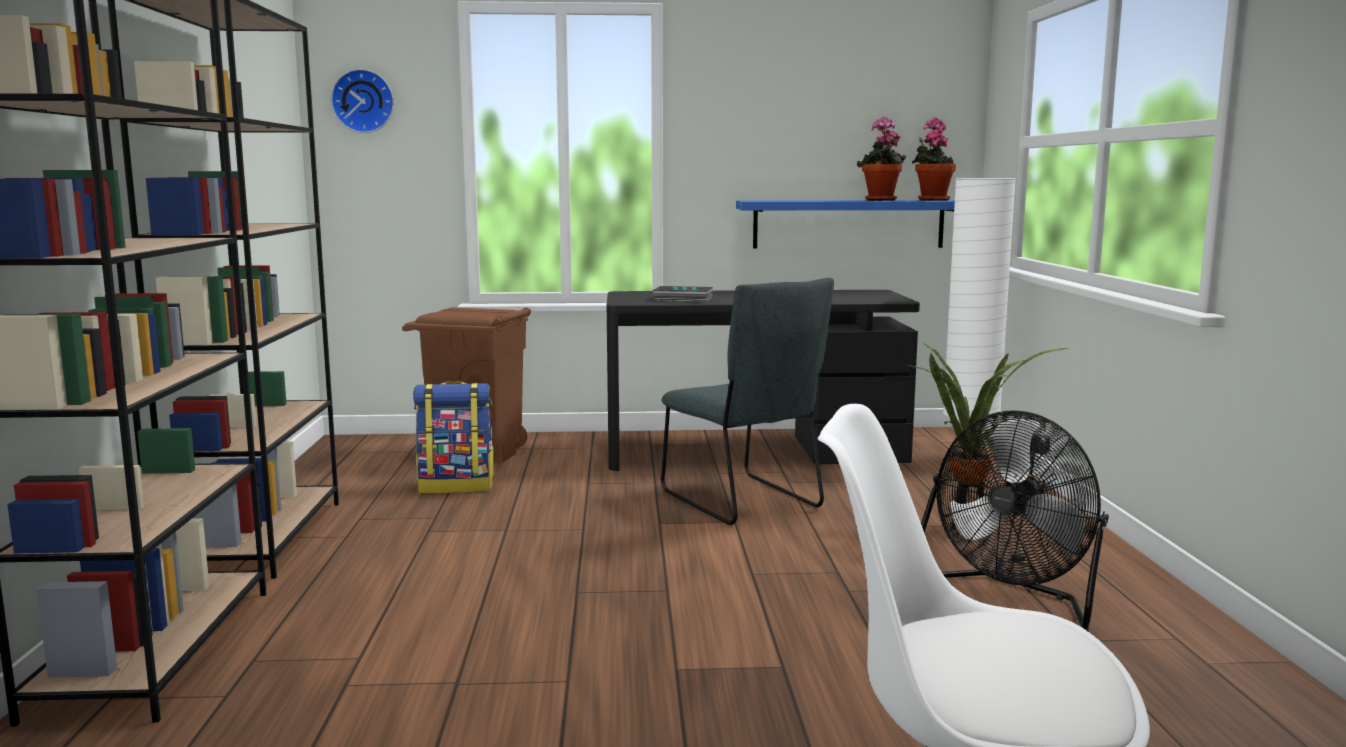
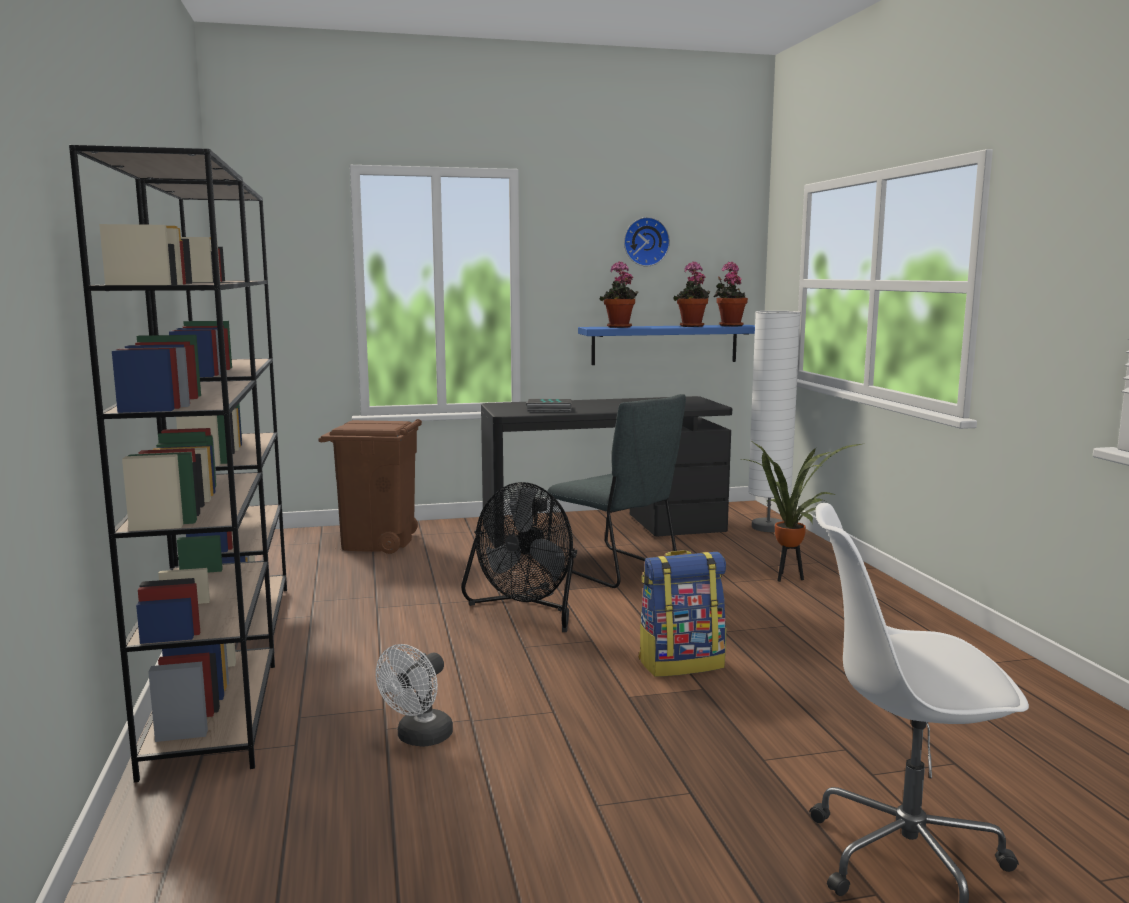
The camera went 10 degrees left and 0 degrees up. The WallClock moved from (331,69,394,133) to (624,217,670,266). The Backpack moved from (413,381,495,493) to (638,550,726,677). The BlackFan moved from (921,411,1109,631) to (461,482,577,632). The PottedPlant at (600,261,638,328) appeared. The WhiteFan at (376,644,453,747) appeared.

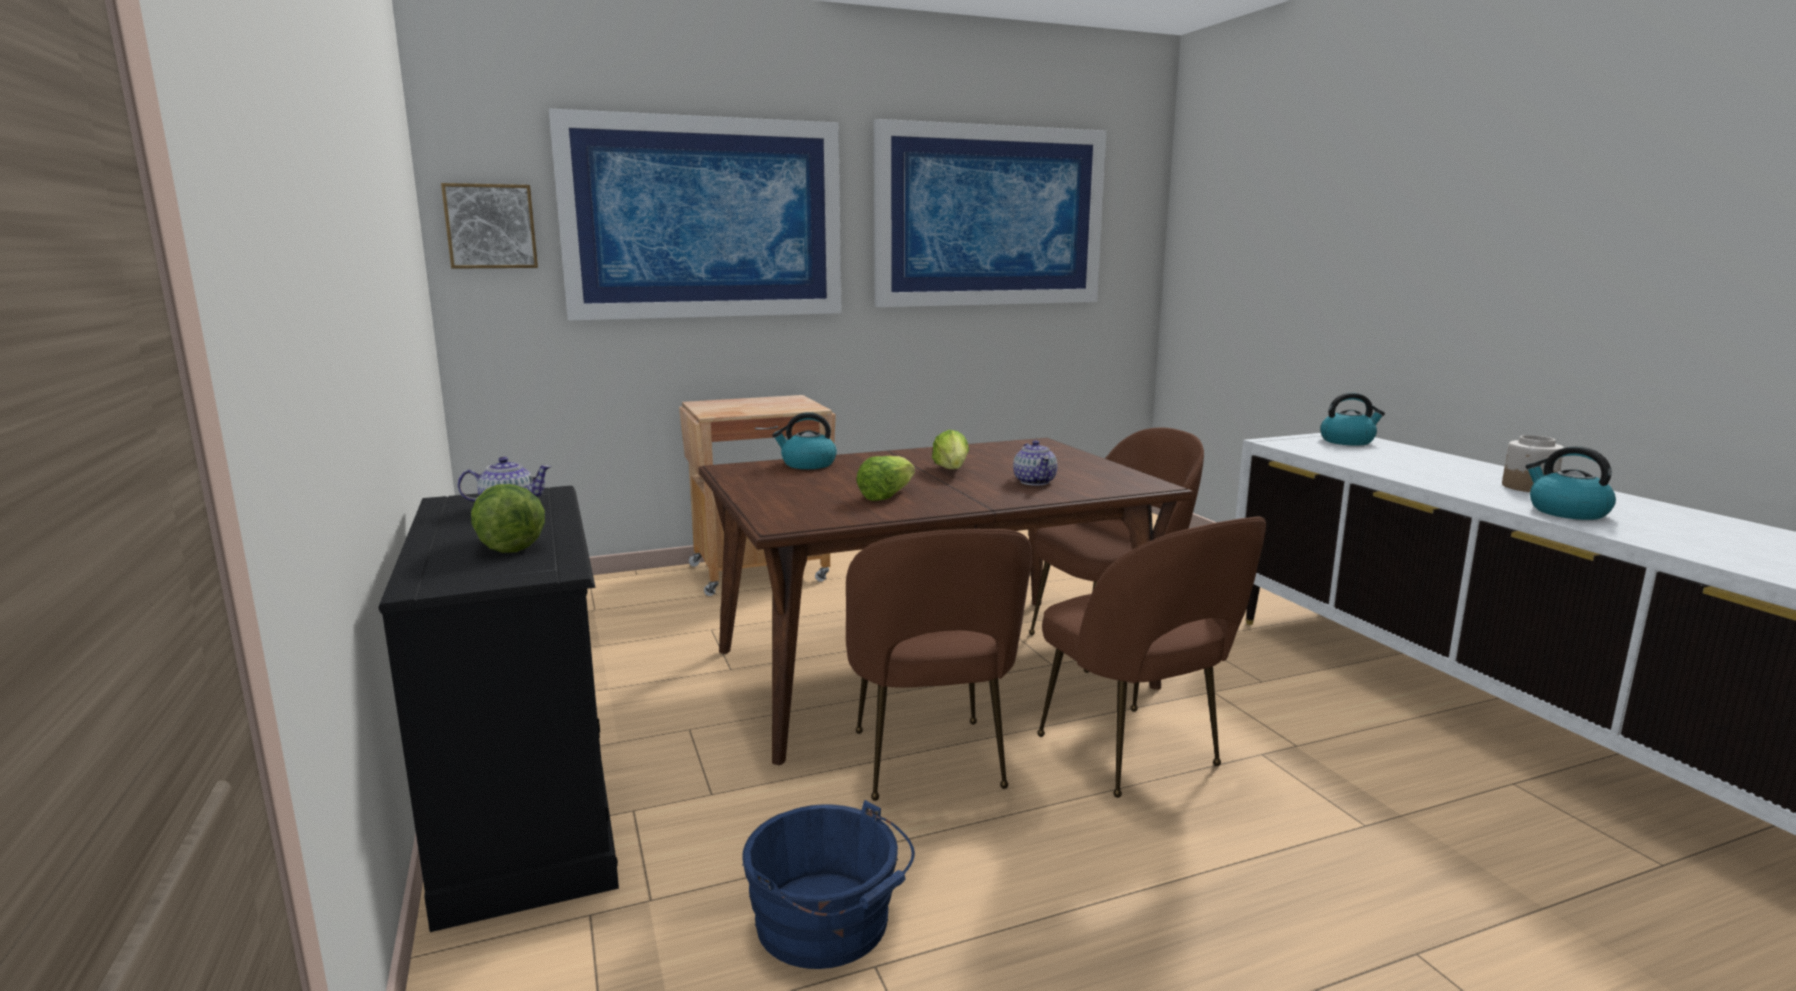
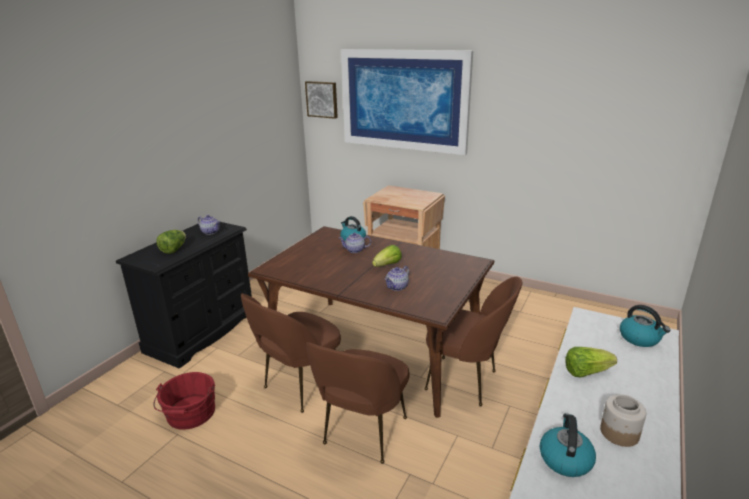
The camera went 50 degrees right and 10 degrees up. The Picture at (874,119,1106,307) disappeared. The Lettuce moved from (856,456,915,501) to (565,347,617,378). The BlueBucket at (742,800,915,969) became the RedBucket at (153,372,215,430). The Teapot at (339,233,371,253) appeared.

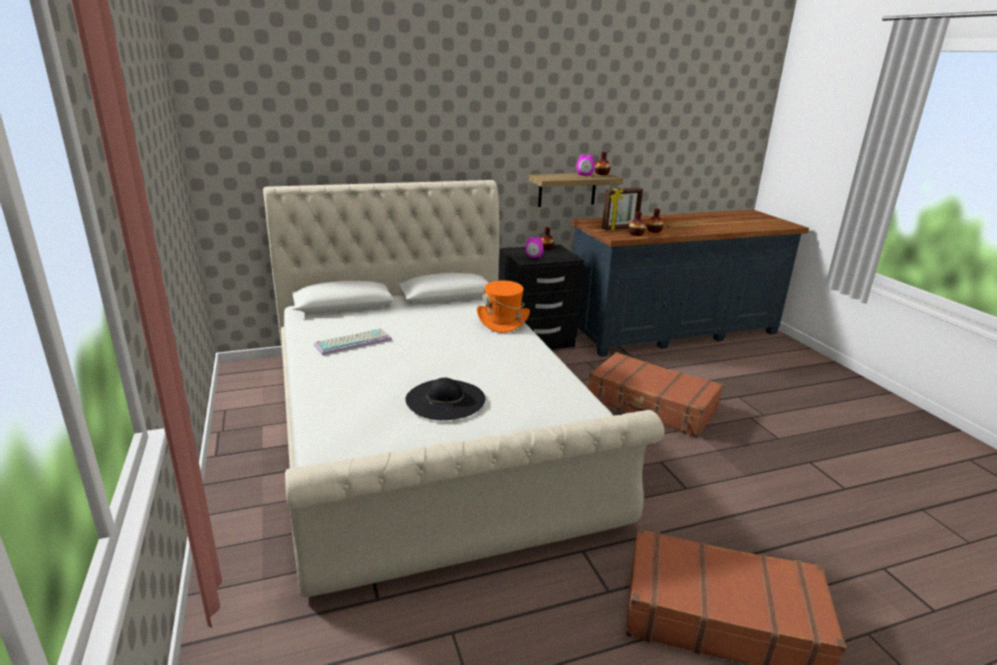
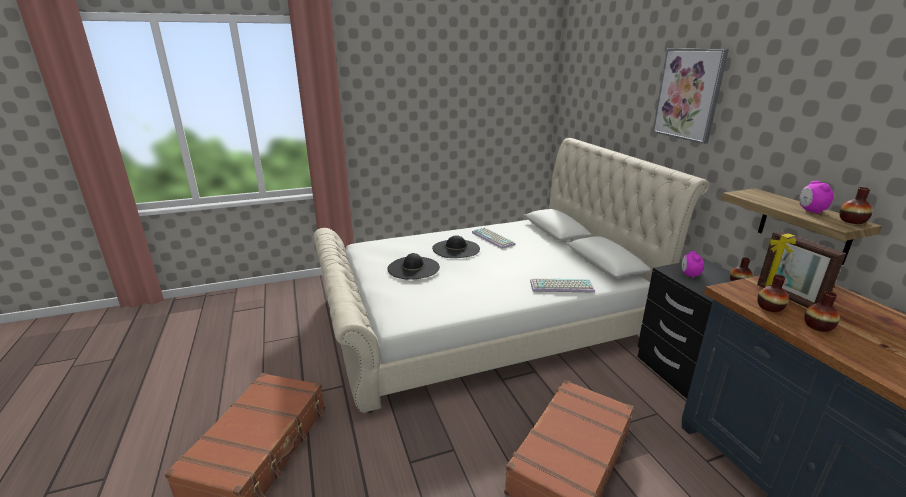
The camera went 90 degrees right and 0 degrees up. The OrangeHat at (477,280,530,333) was replaced by the Keyboard at (530,278,595,293). The Picture at (652,49,729,144) appeared. The BlackHat at (432,235,480,258) appeared.

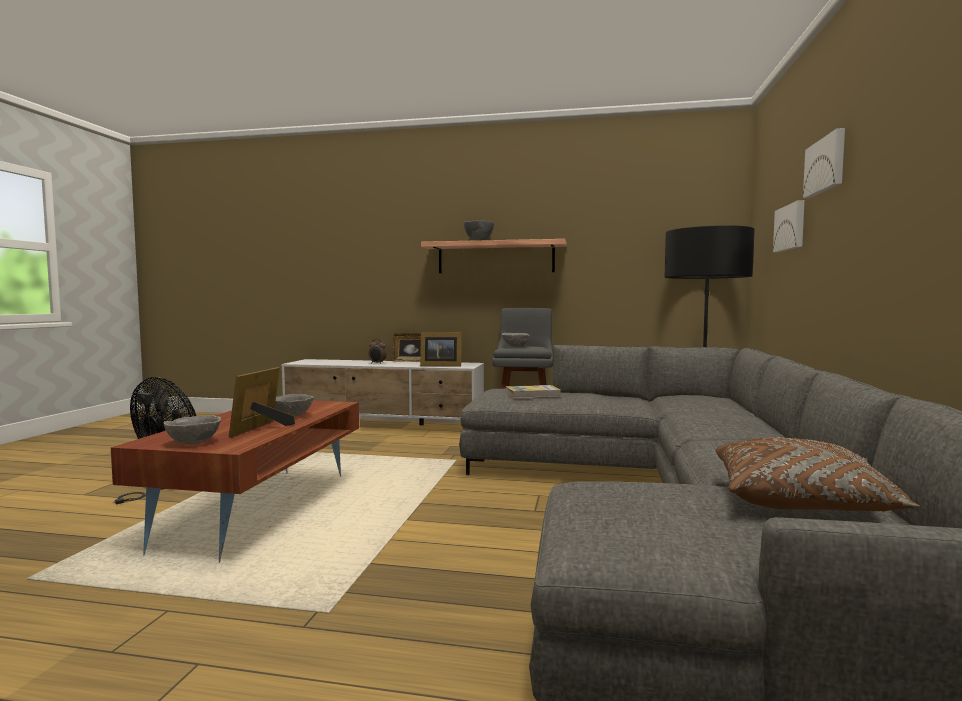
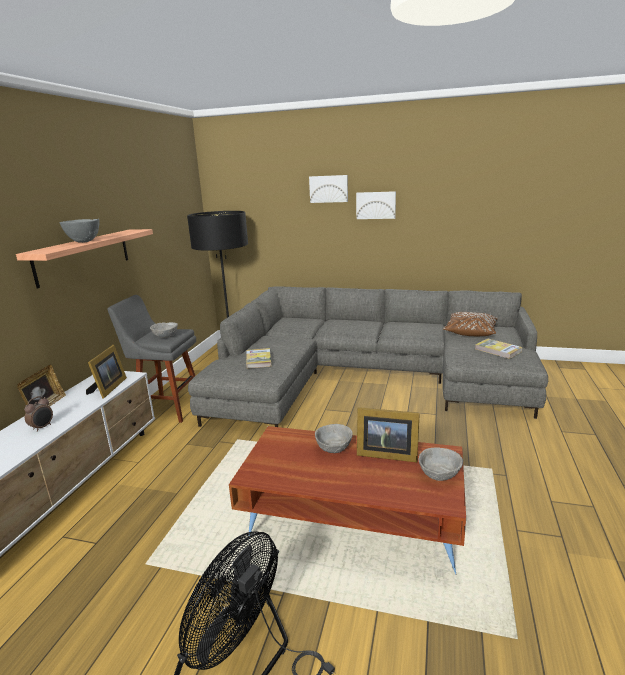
The camera went 85 degrees left and 15 degrees up. The Picture moved from (773,200,805,253) to (356,191,396,219). The Book at (475,339,522,359) appeared.

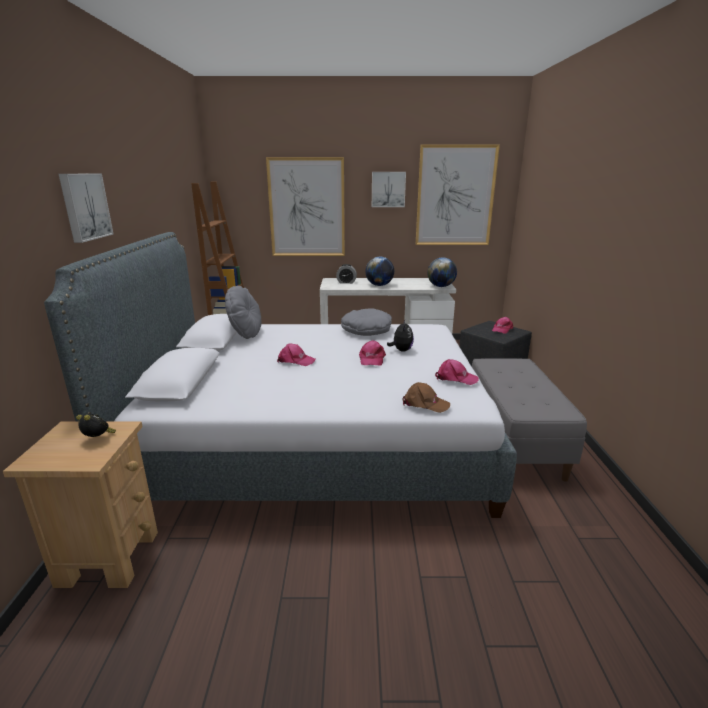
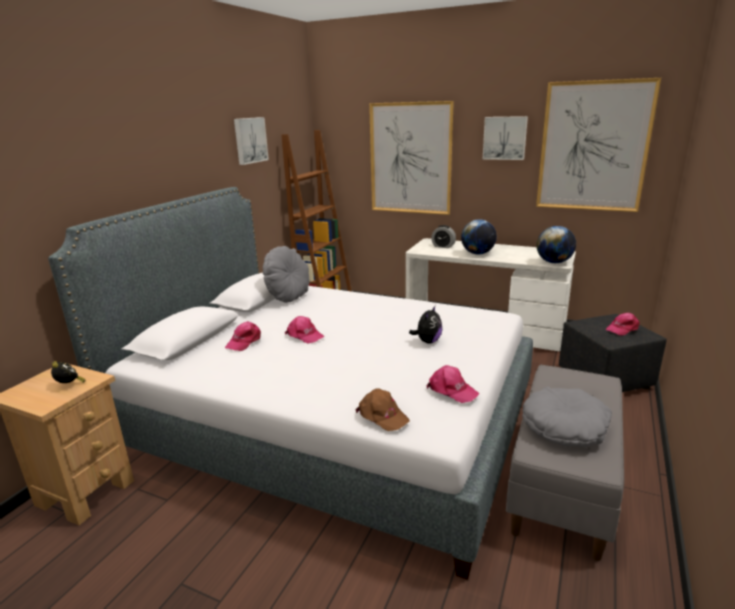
The camera went 25 degrees right and 0 degrees up. The Picture moved from (59,173,113,243) to (234,117,269,165). The GreyPillow moved from (341,308,392,336) to (522,387,612,447). The PinkCap moved from (359,340,386,366) to (225,321,261,351).

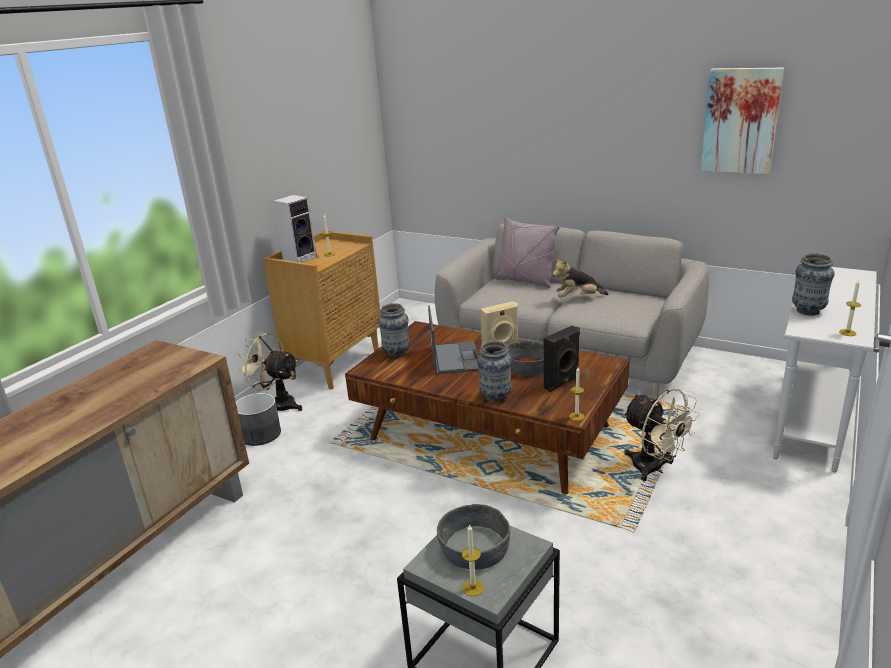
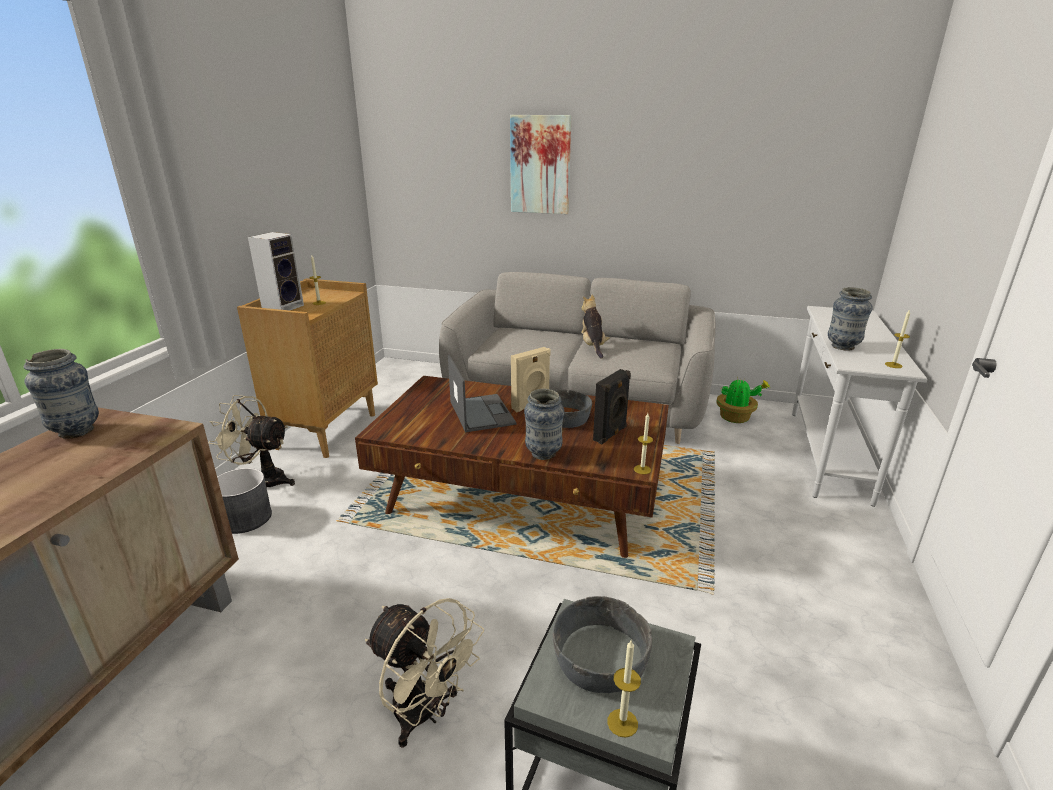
The camera went 15 degrees left and 0 degrees up. The Picture moved from (701,68,784,174) to (510,115,571,214). The PurplePillow at (495,218,560,288) disappeared. The PlushToy at (552,259,608,298) turned 105 degrees clockwise. The Vase moved from (378,303,410,358) to (24,349,99,439). The BeigeFan moved from (623,388,700,482) to (365,598,484,748). The PottedPlant at (716,379,771,423) appeared.

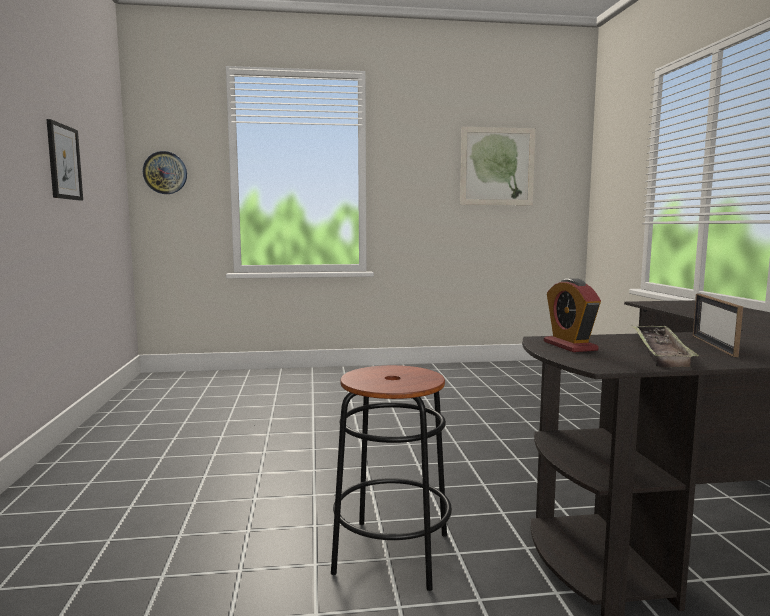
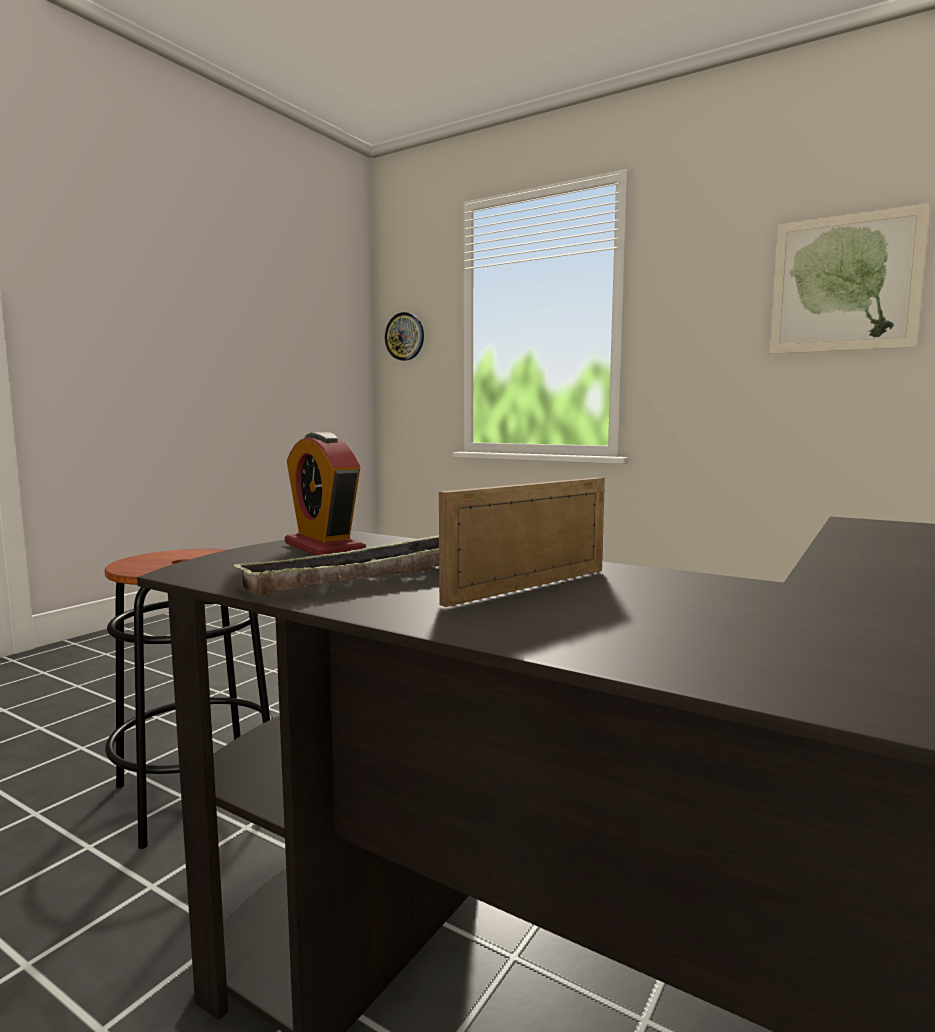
The camera went 40 degrees right and 0 degrees up. The Picture at (47,119,83,201) disappeared. The AlarmClock at (544,278,601,352) turned 60 degrees counterclockwise.

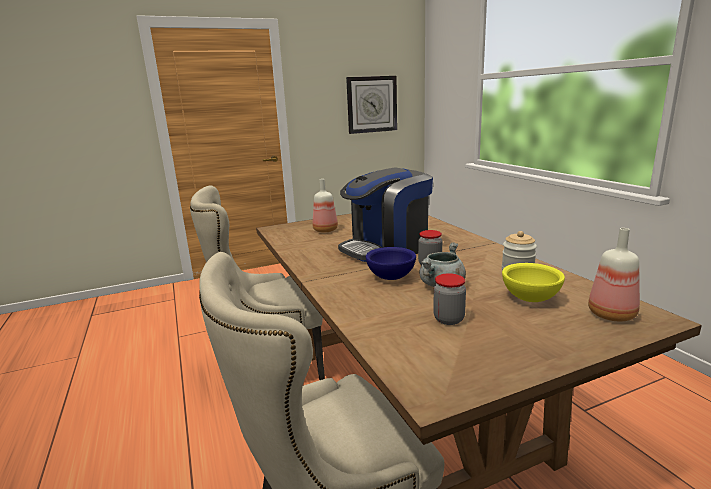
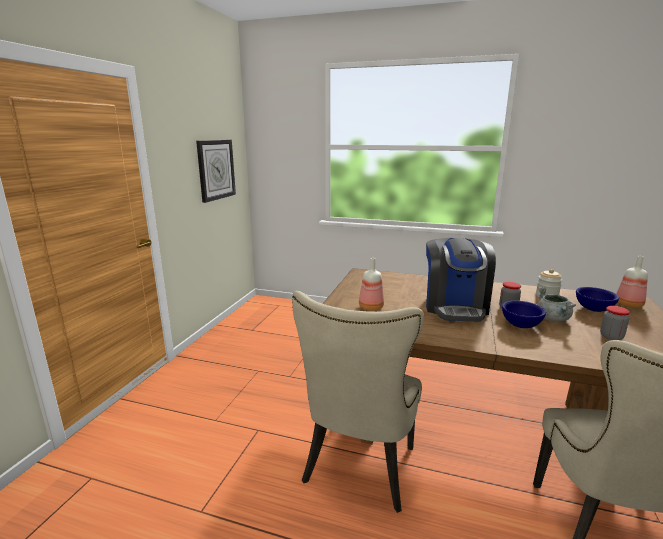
The camera went 50 degrees left and 0 degrees up. The YellowBowl at (502,263,565,302) became the BlueBowl at (576,287,619,312).

